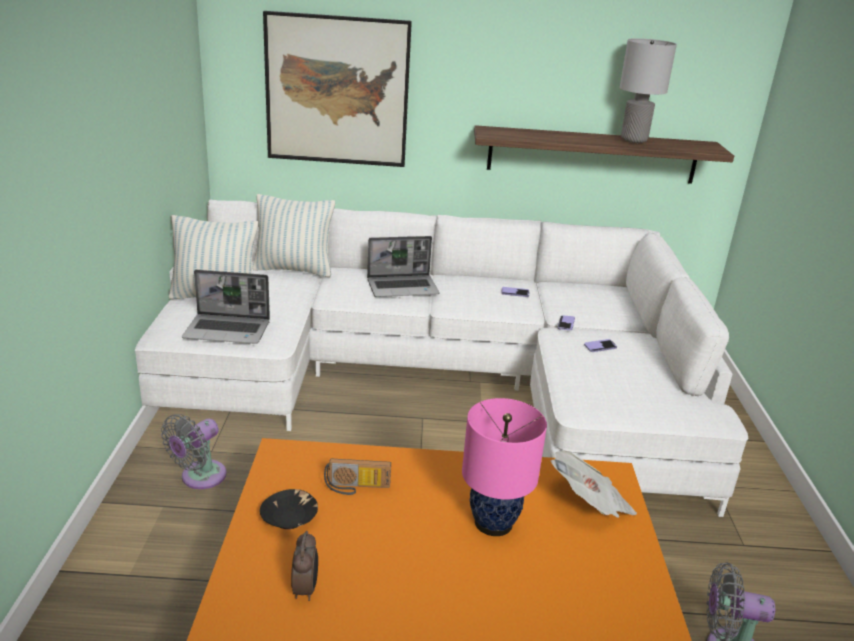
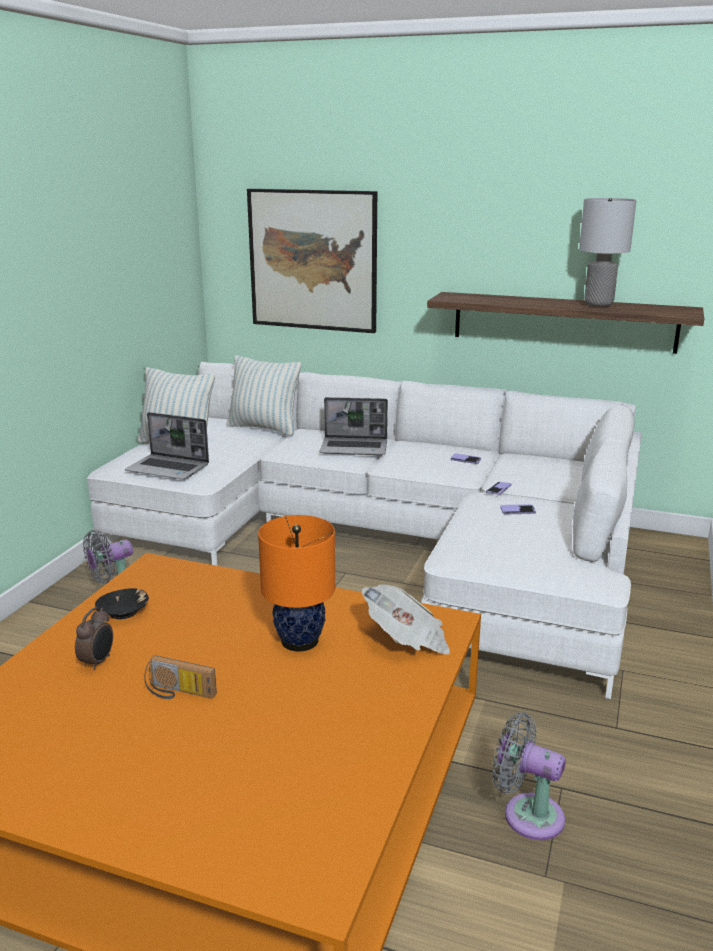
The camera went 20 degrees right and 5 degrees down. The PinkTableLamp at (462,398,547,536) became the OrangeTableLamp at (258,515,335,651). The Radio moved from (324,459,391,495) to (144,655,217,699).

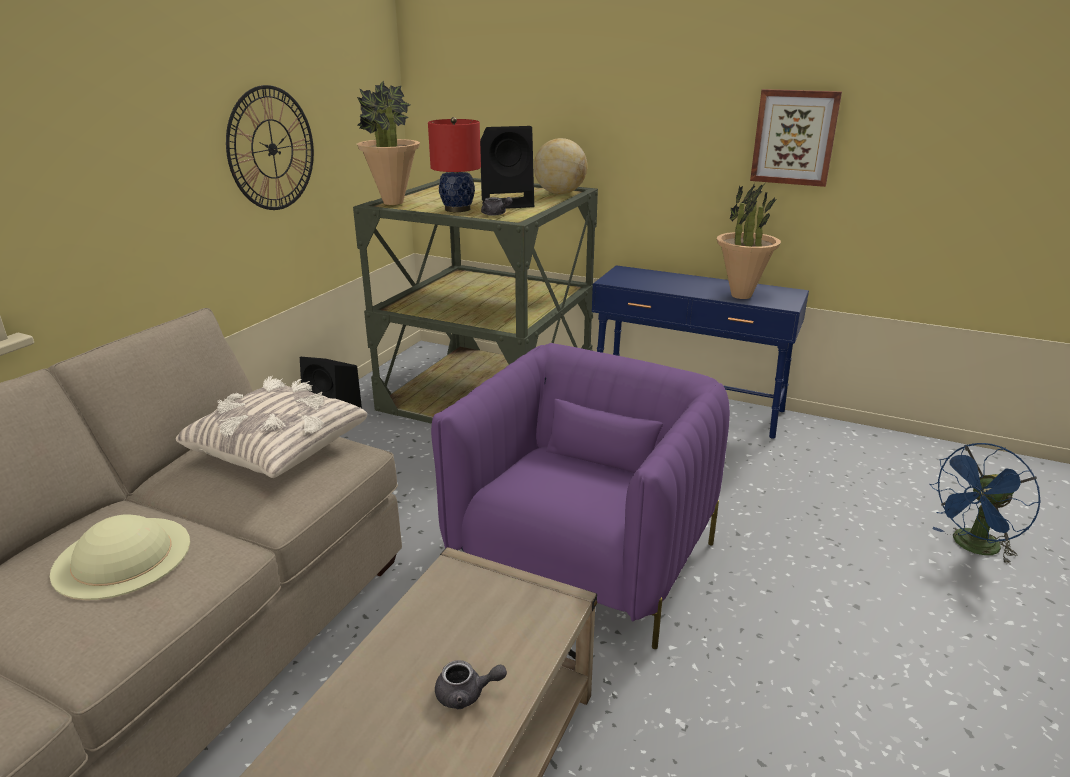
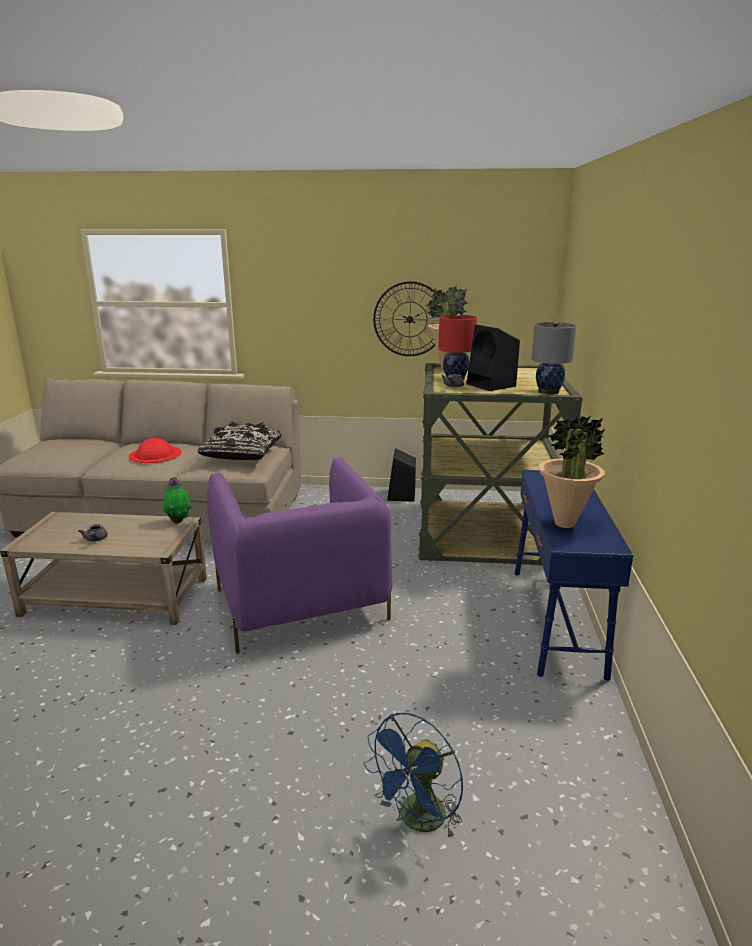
The camera went 70 degrees right and 5 degrees down. The Picture at (750,89,842,187) disappeared. The Globe at (534,138,587,195) was replaced by the GreyTableLamp at (532,321,576,394). The PurpleArmchair at (431,343,730,649) turned 60 degrees clockwise. The BeigePillow at (176,376,367,478) became the BlackPillow at (198,420,282,460). The BlueFan at (929,443,1041,564) turned 90 degrees counterclockwise. The BeigeHat at (50,514,190,600) became the RedHat at (129,438,181,463). The PottedPlant at (163,477,192,524) appeared.

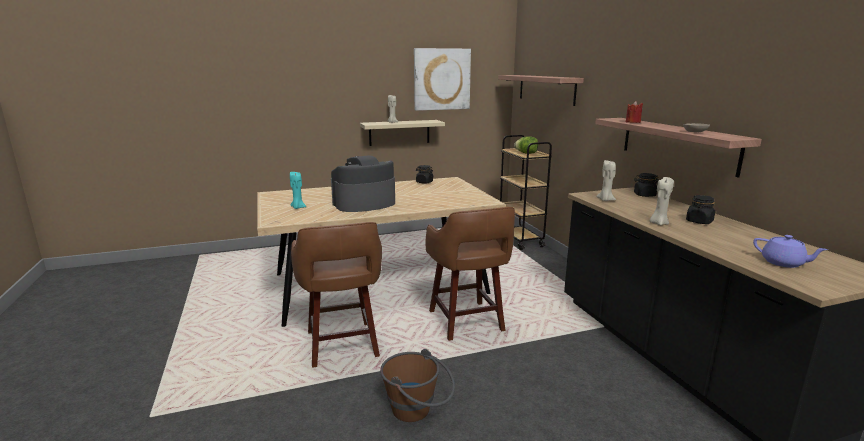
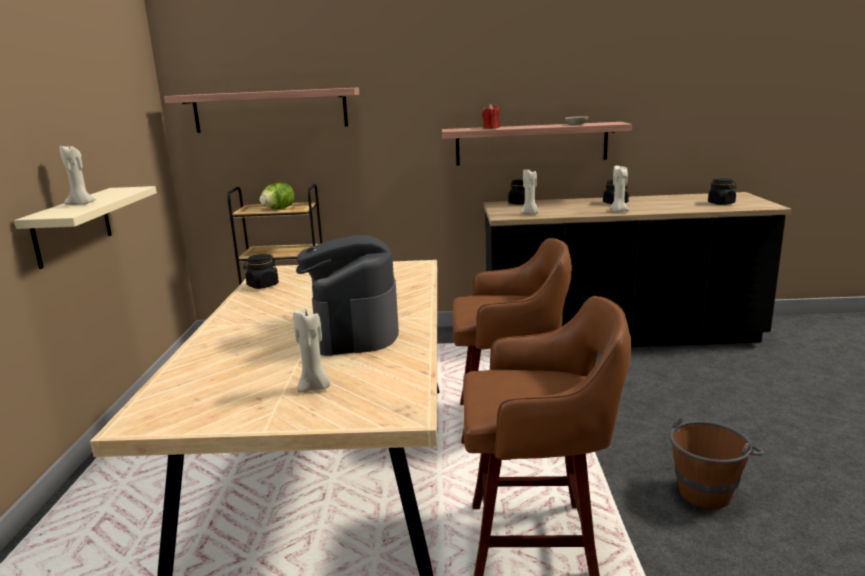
The camera went 70 degrees left and 0 degrees up. The Picture at (414,48,471,111) disappeared. The TurquoiseCandle at (290,172,306,209) became the BeigeCandle at (293,309,330,392). The PurpleTeapot at (753,235,828,268) was replaced by the BlackJar at (708,178,736,205).

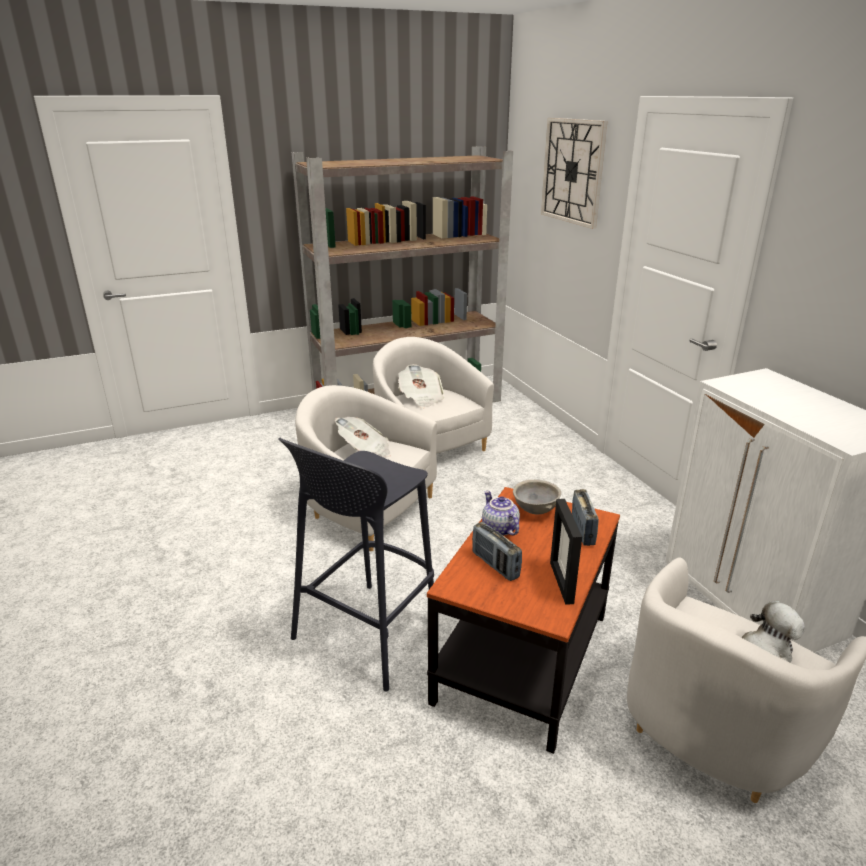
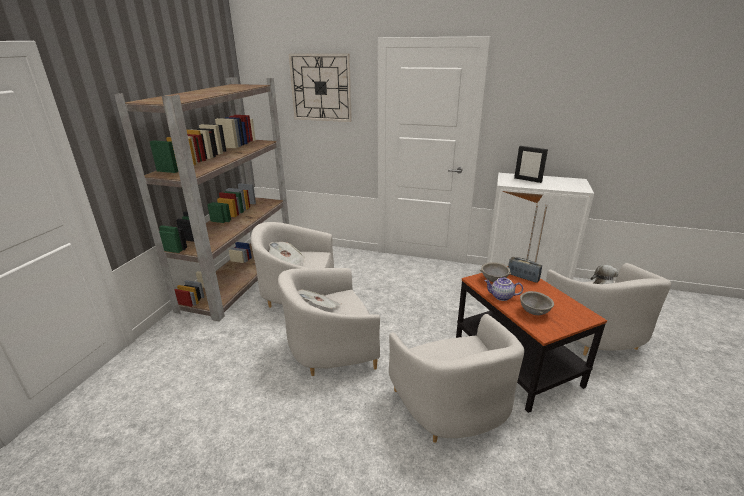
The camera went 50 degrees left and 0 degrees up. The GreyStool at (278,438,434,692) was replaced by the WhiteArmchair at (389,314,524,443). The PictureFrame moved from (550,499,582,605) to (514,146,548,183). The Radio at (472,522,522,581) was replaced by the GreyBowl at (520,291,554,315).

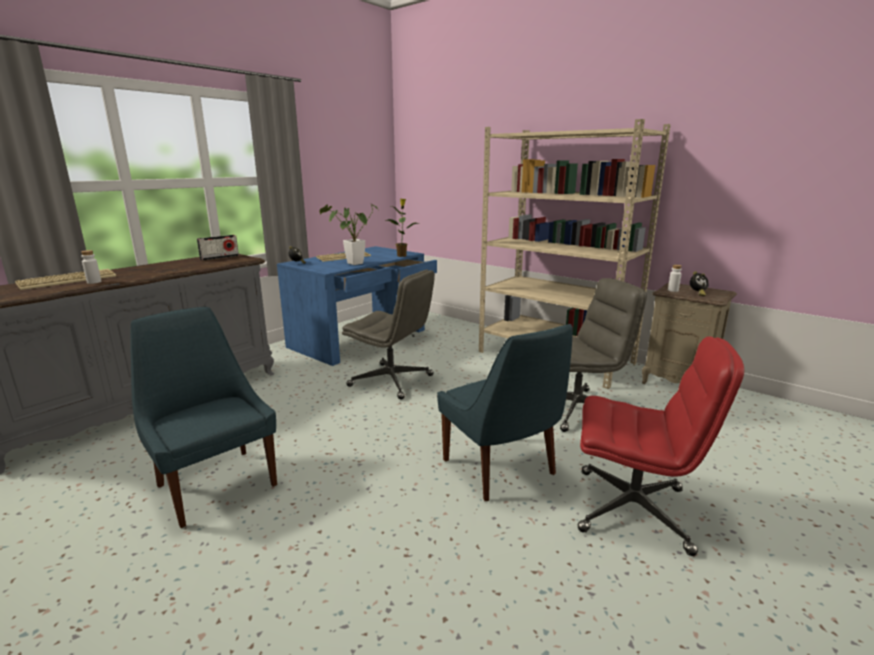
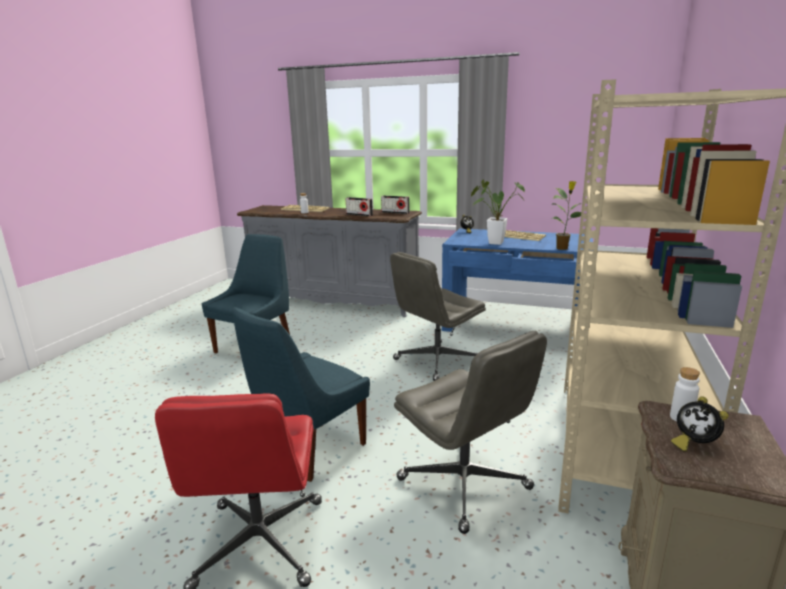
The camera went 70 degrees right and 0 degrees up. The GreyOfficeChair at (342,269,435,400) turned 45 degrees clockwise. The Radio at (345,197,373,216) appeared.

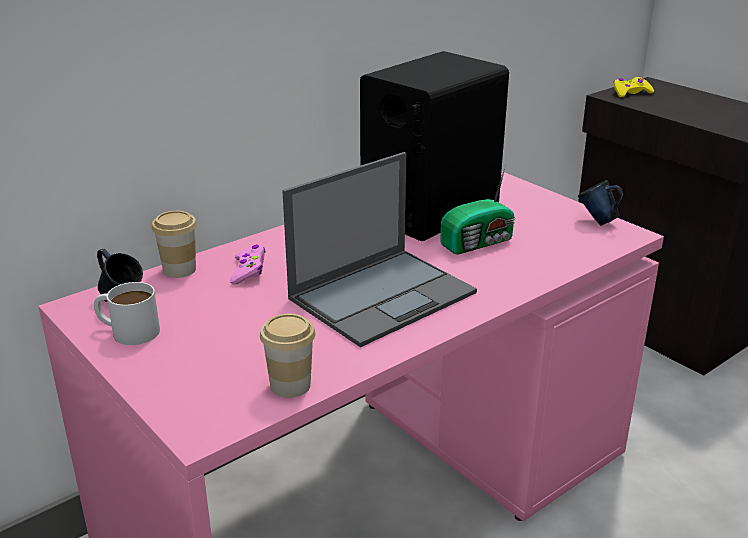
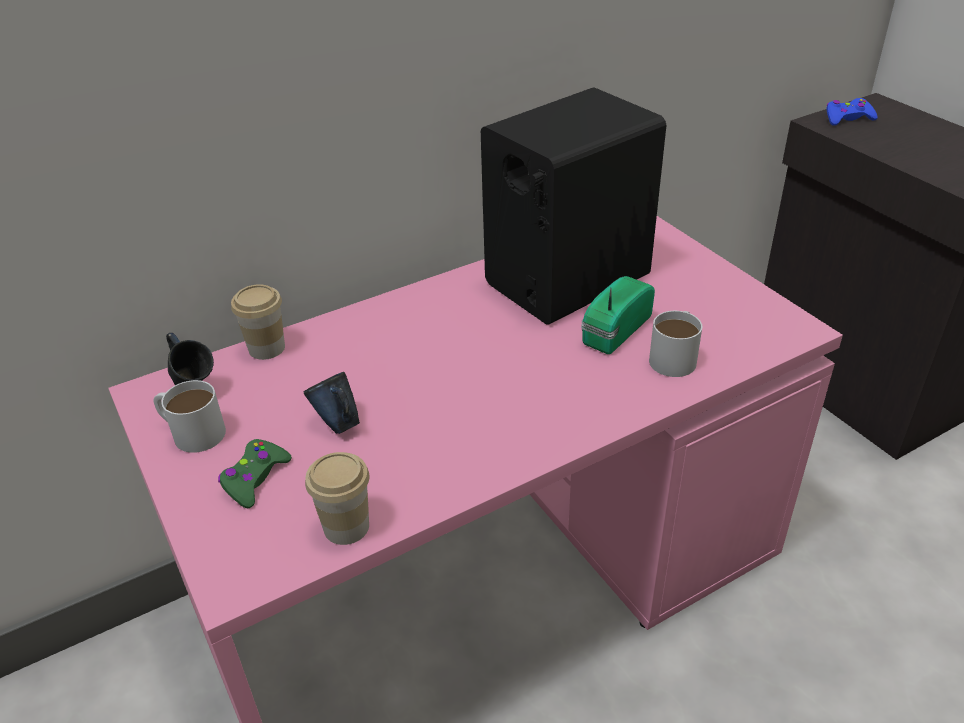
The camera went 10 degrees right and 10 degrees up. The YellowGameController at (613,77,654,97) became the BlueGameController at (827,98,878,126). The Laptop at (282,152,477,347) disappeared. The Radio at (441,163,515,254) turned 150 degrees clockwise. The BlueMug moved from (578,180,623,226) to (304,372,360,434). The PinkGameController at (230,245,265,284) disappeared. The WhiteMug at (649,311,702,377) appeared. The GreenGameController at (218,439,292,508) appeared.

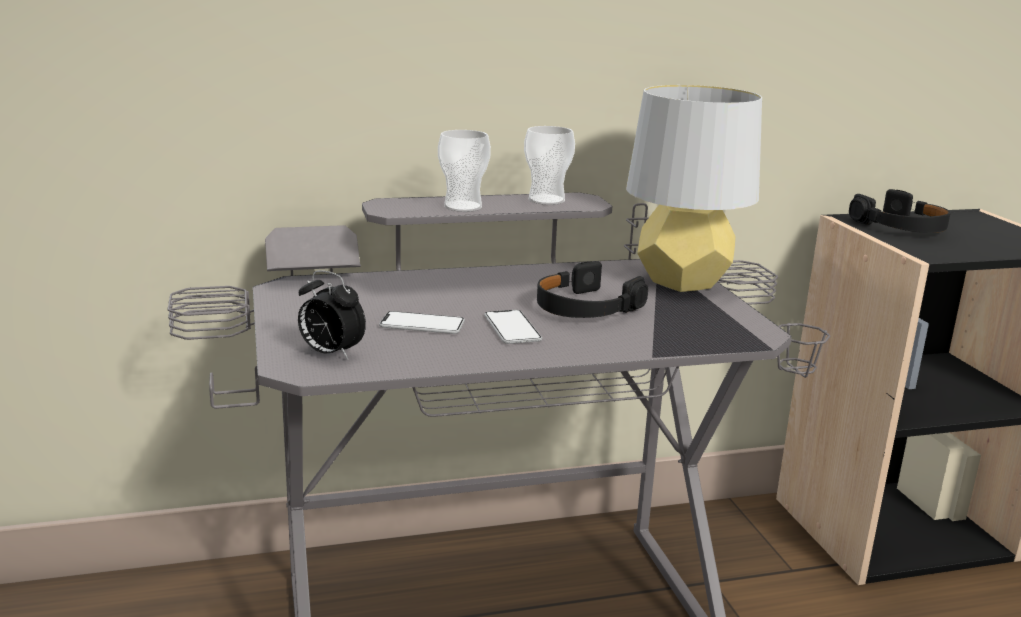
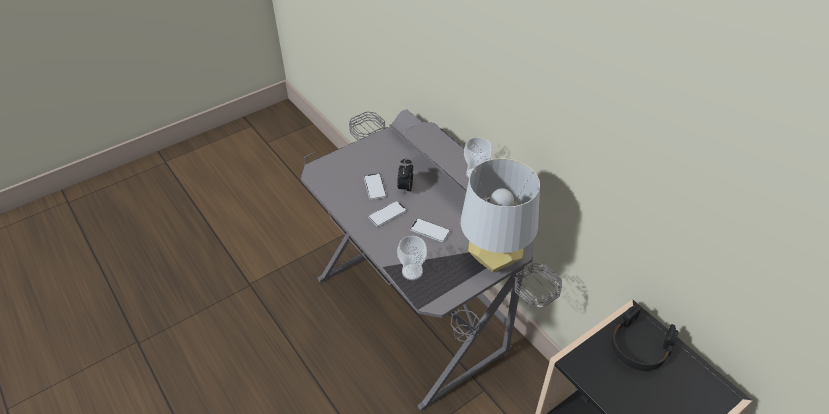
The camera went 70 degrees right and 25 degrees up. The Cup moved from (438,130,491,212) to (397,236,427,280). The BlackHeadphones at (537,261,648,318) was replaced by the Phone at (410,218,451,242). The AlarmClock moved from (298,270,366,359) to (397,158,413,194).

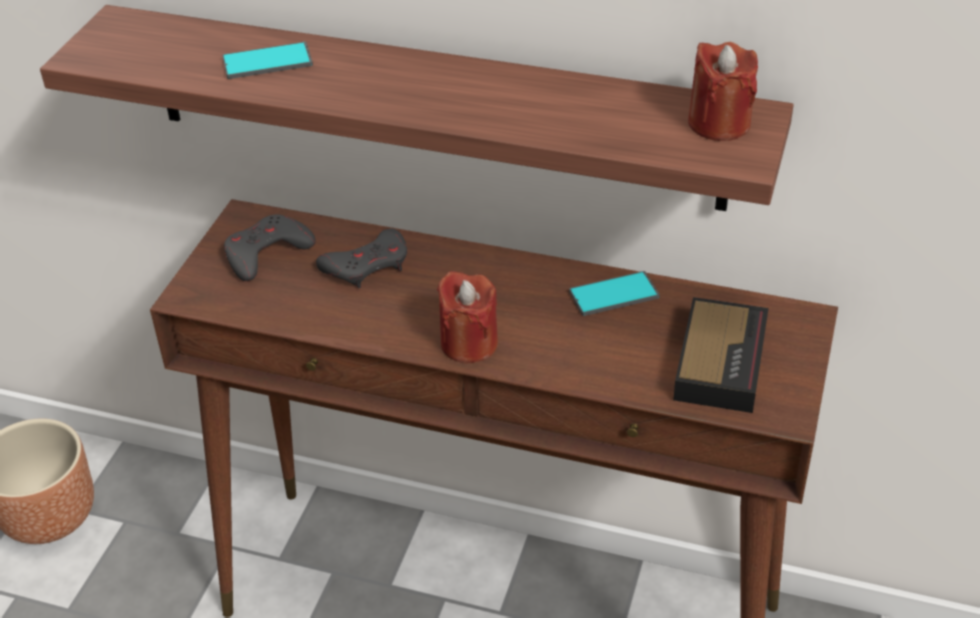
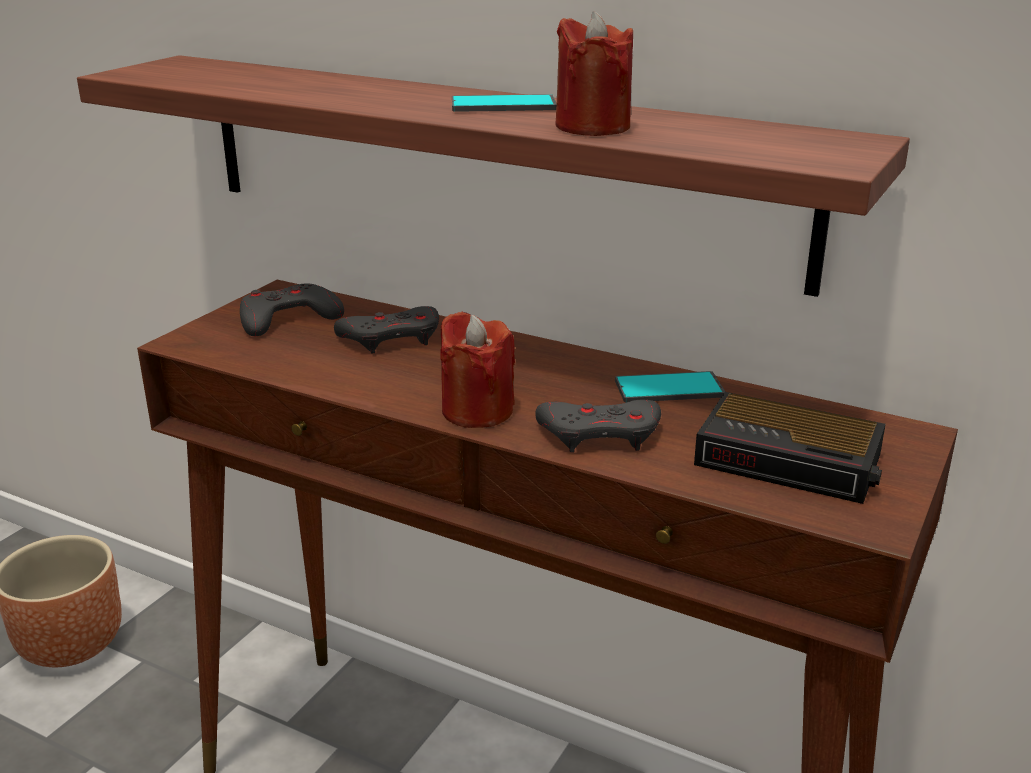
The camera went 10 degrees right and 15 degrees down. The Phone moved from (222,42,313,79) to (452,94,556,112). The RedCandle moved from (688,42,758,141) to (556,11,633,136). The AlarmClock at (673,297,769,413) turned 90 degrees clockwise. The GreyGameController at (535,400,661,452) appeared.

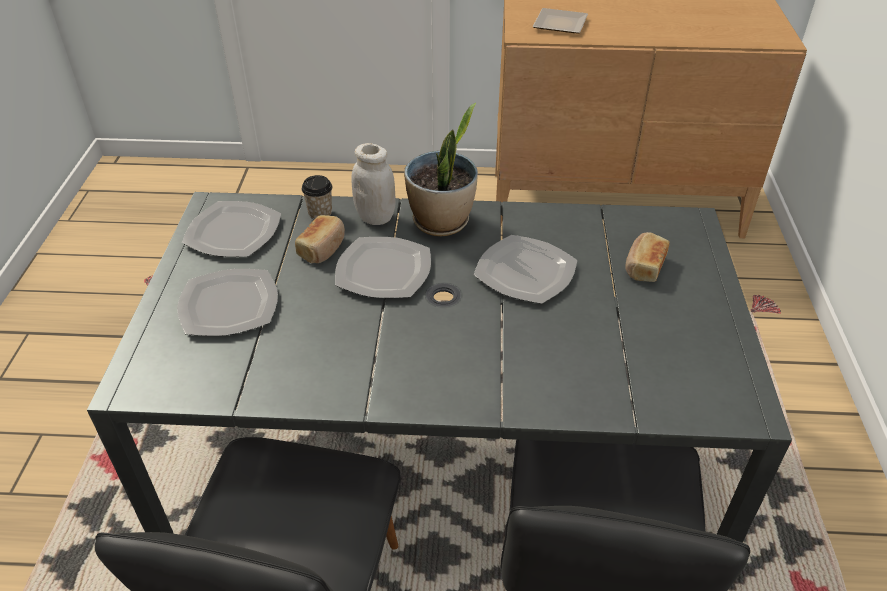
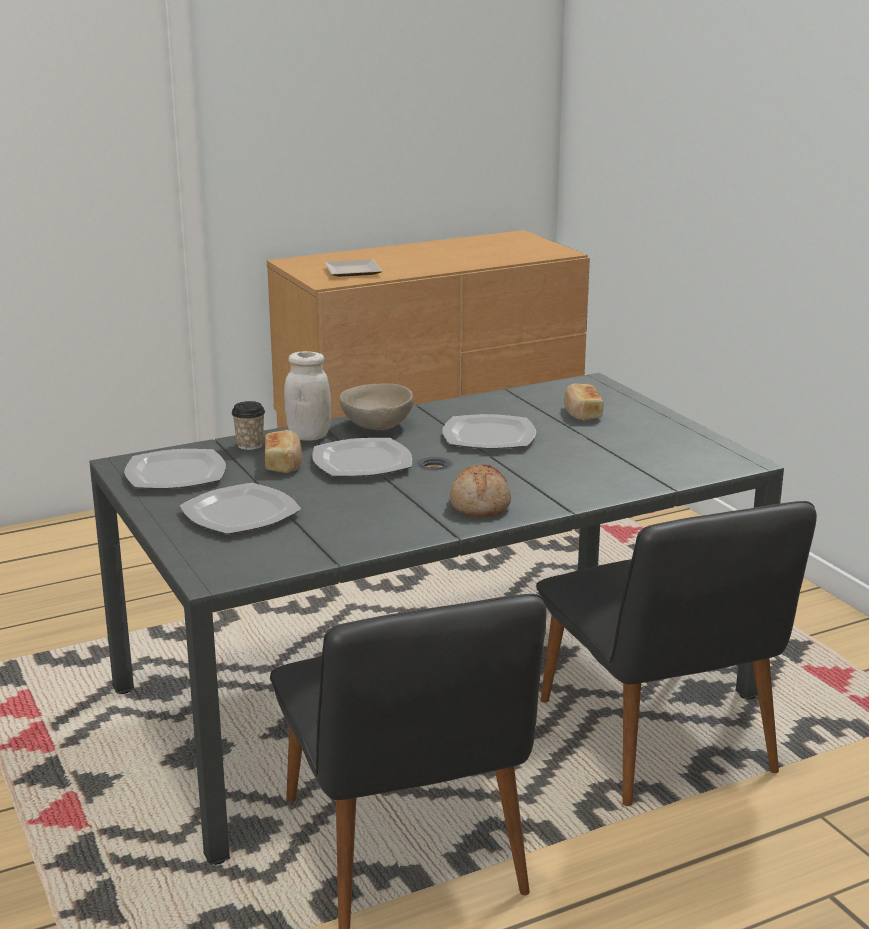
The camera went 30 degrees left and 20 degrees down. The PottedPlant at (404,103,478,236) was replaced by the BeigeBowl at (339,384,414,430). The Bread at (450,464,511,517) appeared.

